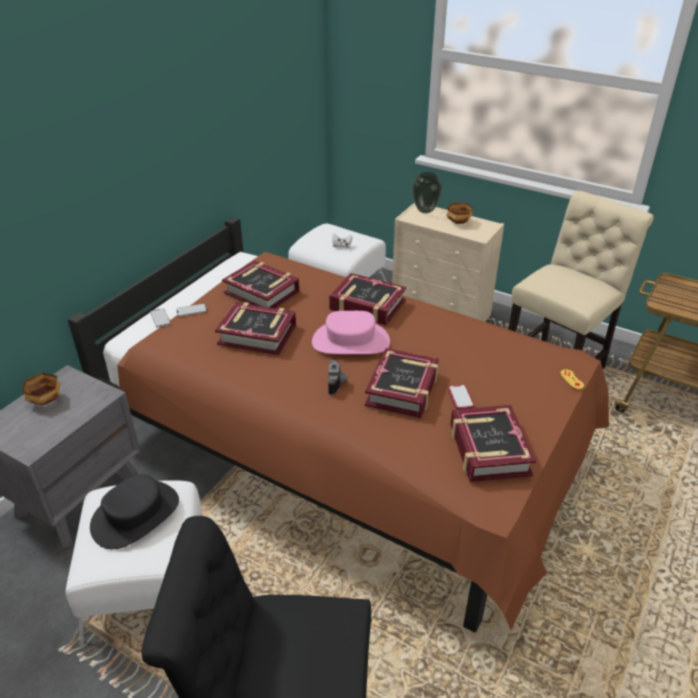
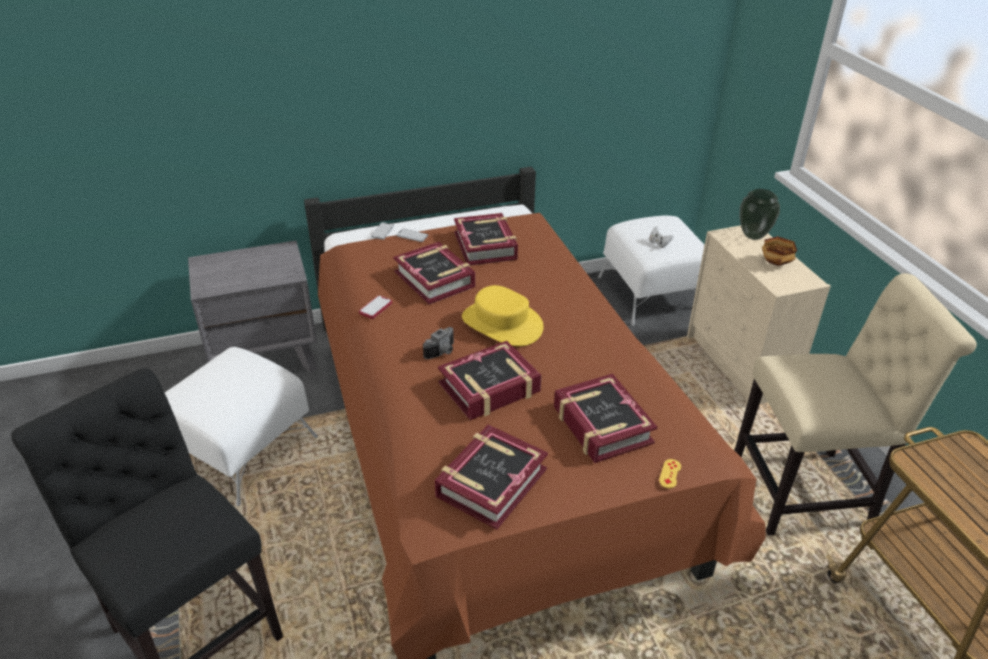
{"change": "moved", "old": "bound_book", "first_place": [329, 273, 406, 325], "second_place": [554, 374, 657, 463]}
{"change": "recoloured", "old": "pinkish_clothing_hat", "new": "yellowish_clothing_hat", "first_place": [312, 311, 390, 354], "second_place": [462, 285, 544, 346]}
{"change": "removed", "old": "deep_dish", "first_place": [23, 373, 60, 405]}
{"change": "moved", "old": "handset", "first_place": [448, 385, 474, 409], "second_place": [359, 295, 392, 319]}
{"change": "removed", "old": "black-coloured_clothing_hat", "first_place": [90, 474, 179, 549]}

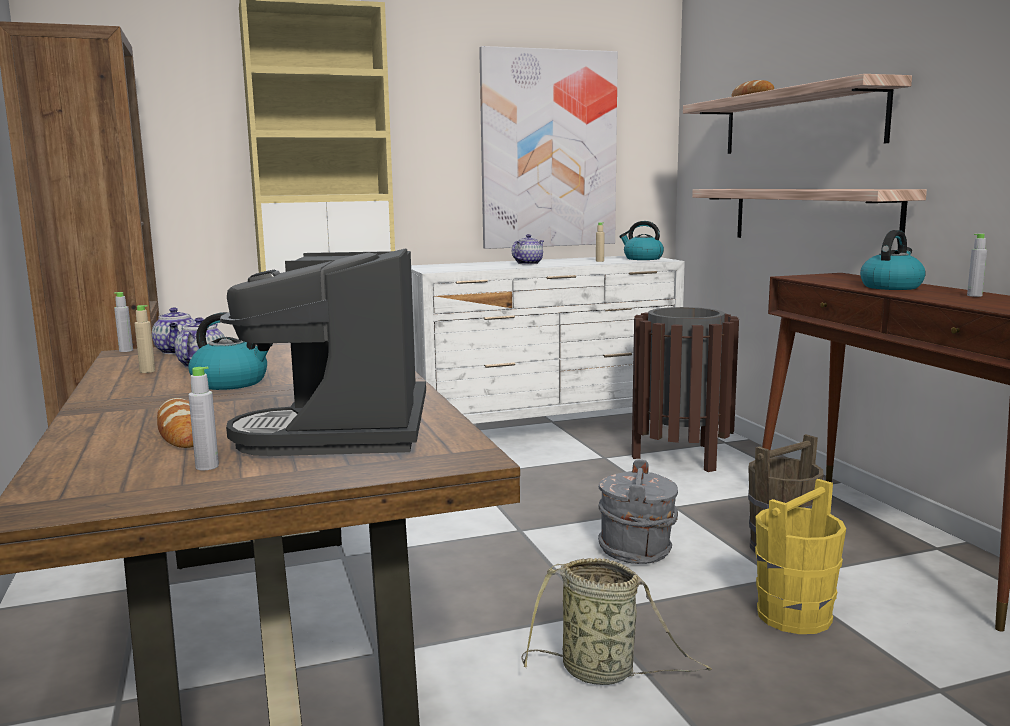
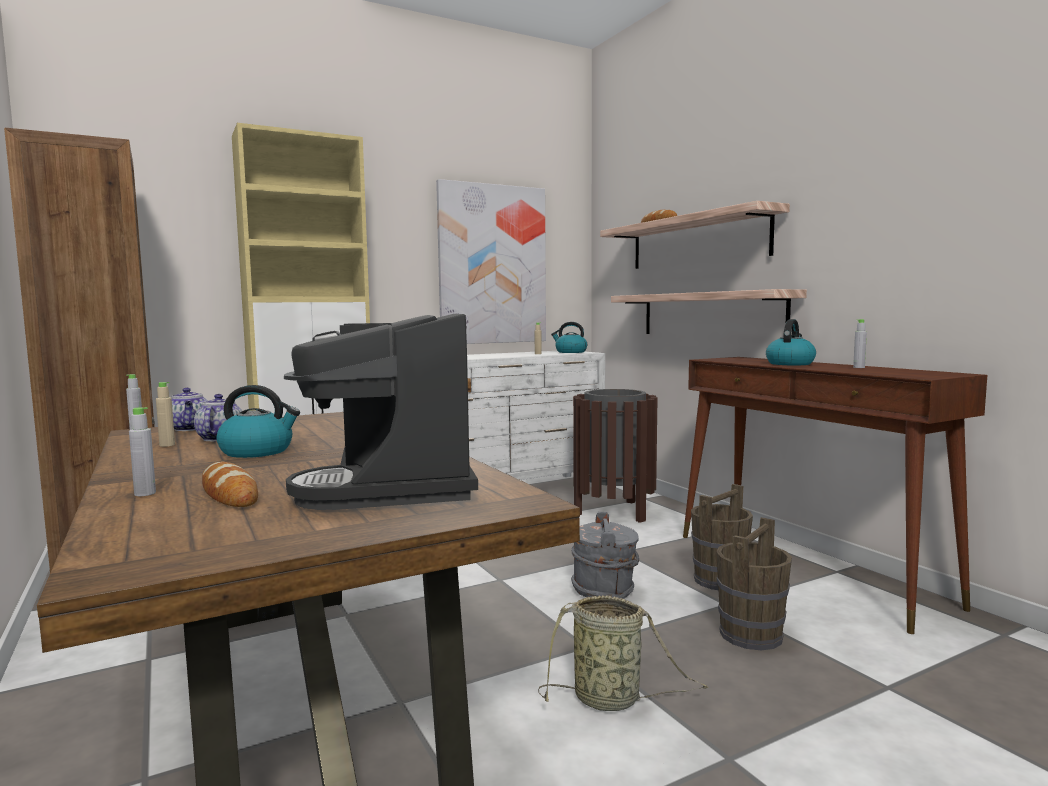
{"change": "removed", "old": "tea_pot", "first_place": [512, 234, 544, 265]}
{"change": "moved", "old": "gray_bottle", "first_place": [189, 367, 219, 470], "second_place": [129, 407, 156, 496]}
{"change": "recoloured", "old": "yellowish_pail", "new": "brownish_pail", "first_place": [755, 479, 846, 634], "second_place": [716, 517, 792, 650]}

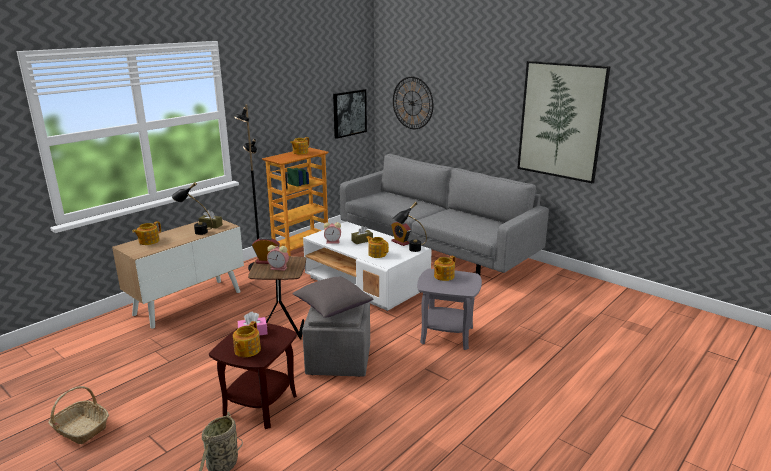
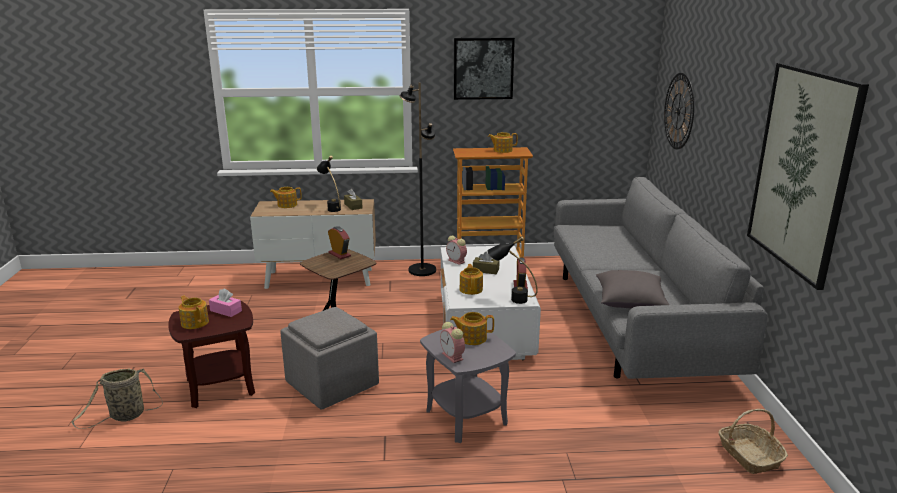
{"change": "moved", "old": "wall_art", "first_place": [333, 89, 367, 139], "second_place": [454, 38, 515, 100]}
{"change": "moved", "old": "bedside_clock", "first_place": [267, 245, 289, 271], "second_place": [440, 322, 465, 363]}
{"change": "moved", "old": "gray_pillow", "first_place": [292, 276, 374, 318], "second_place": [596, 270, 669, 308]}
{"change": "turned", "old": "tea_pot", "first_place": [233, 321, 261, 357], "second_place": [179, 295, 209, 329], "degrees": 75}
{"change": "moved", "old": "household_basket", "first_place": [48, 386, 109, 444], "second_place": [718, 409, 788, 474]}

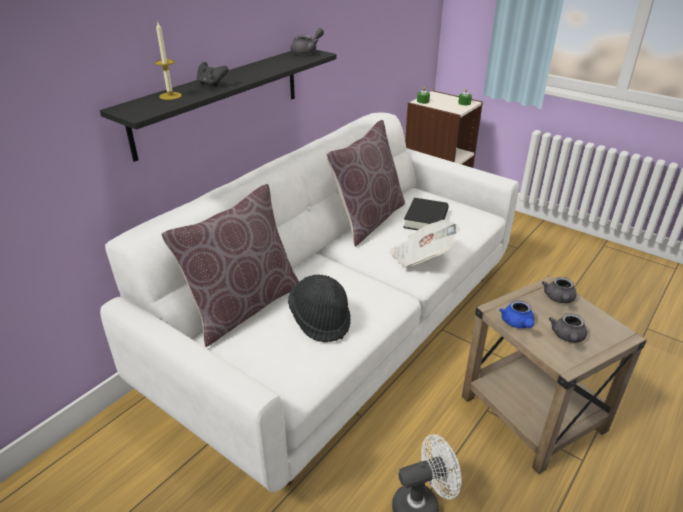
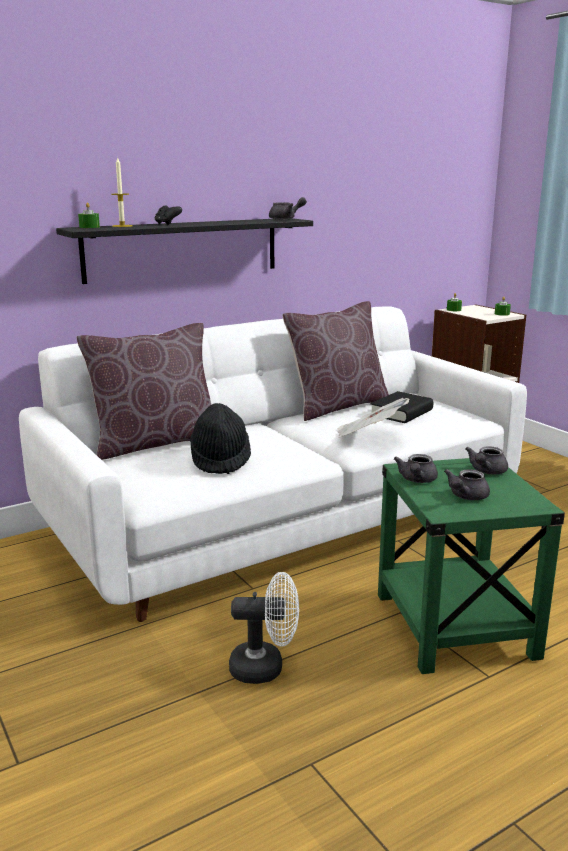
{"change": "recoloured", "old": "beige-coloured_accent_table", "new": "greenish_accent_table", "first_place": [462, 276, 647, 474], "second_place": [378, 458, 565, 674]}
{"change": "recoloured", "old": "bluish_tea_pot", "new": "gray_tea_pot", "first_place": [499, 300, 534, 328], "second_place": [394, 454, 438, 483]}
{"change": "added", "new": "greenish_wax_candle", "second_place": [78, 202, 100, 228]}

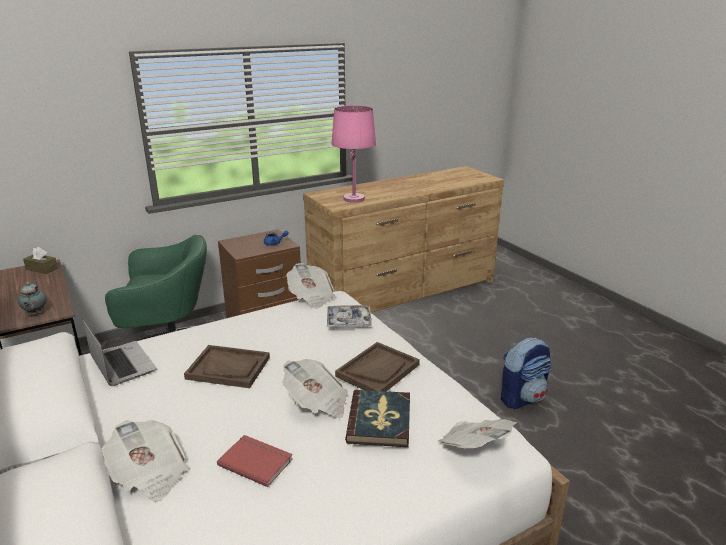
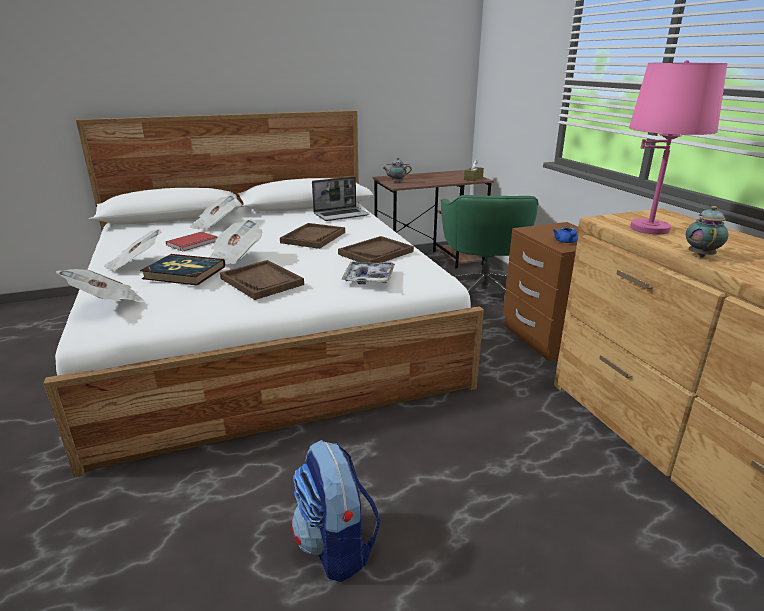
{"change": "moved", "old": "daily_paper", "first_place": [286, 263, 335, 309], "second_place": [104, 229, 162, 272]}
{"change": "added", "new": "tea_pot", "second_place": [686, 206, 729, 258]}
{"change": "added", "new": "brownish_tray", "second_place": [338, 236, 414, 263]}

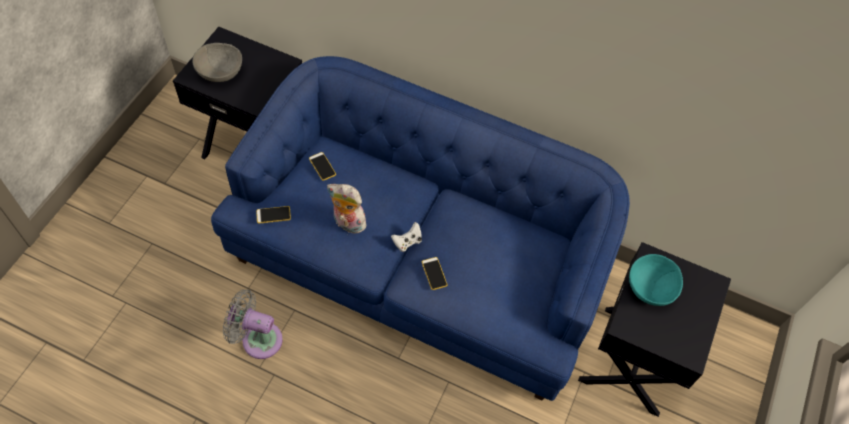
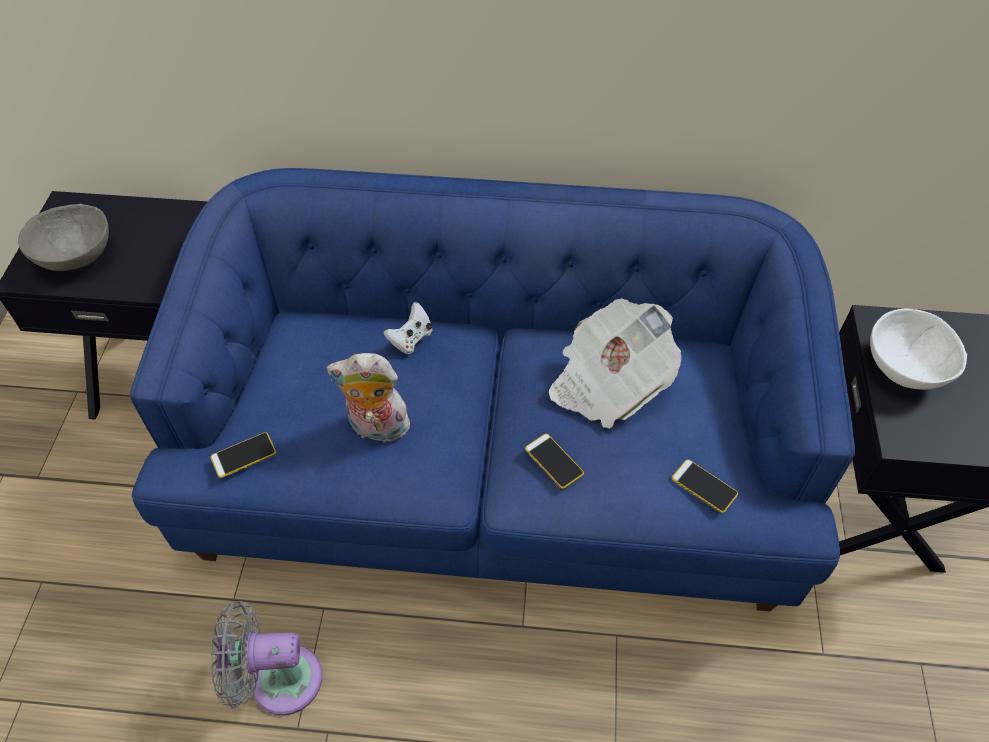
{"change": "moved", "old": "handset", "first_place": [309, 152, 336, 181], "second_place": [672, 459, 738, 513]}
{"change": "moved", "old": "whitish_game_controller", "first_place": [391, 222, 422, 252], "second_place": [384, 302, 432, 354]}
{"change": "recoloured", "old": "turquoise-coloured_deep_dish", "new": "whitish_deep_dish", "first_place": [629, 254, 683, 306], "second_place": [870, 309, 967, 390]}
{"change": "added", "new": "daily_paper", "second_place": [549, 298, 681, 429]}

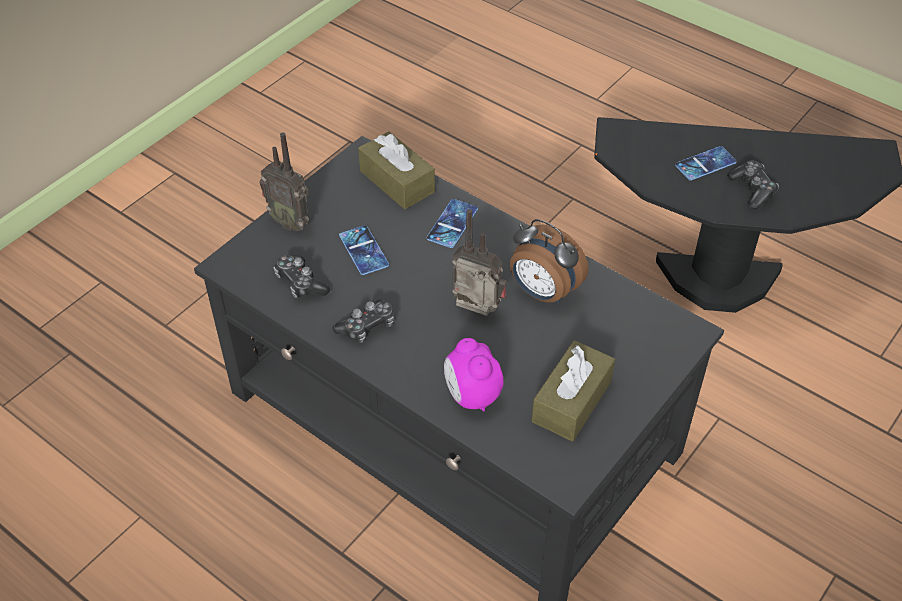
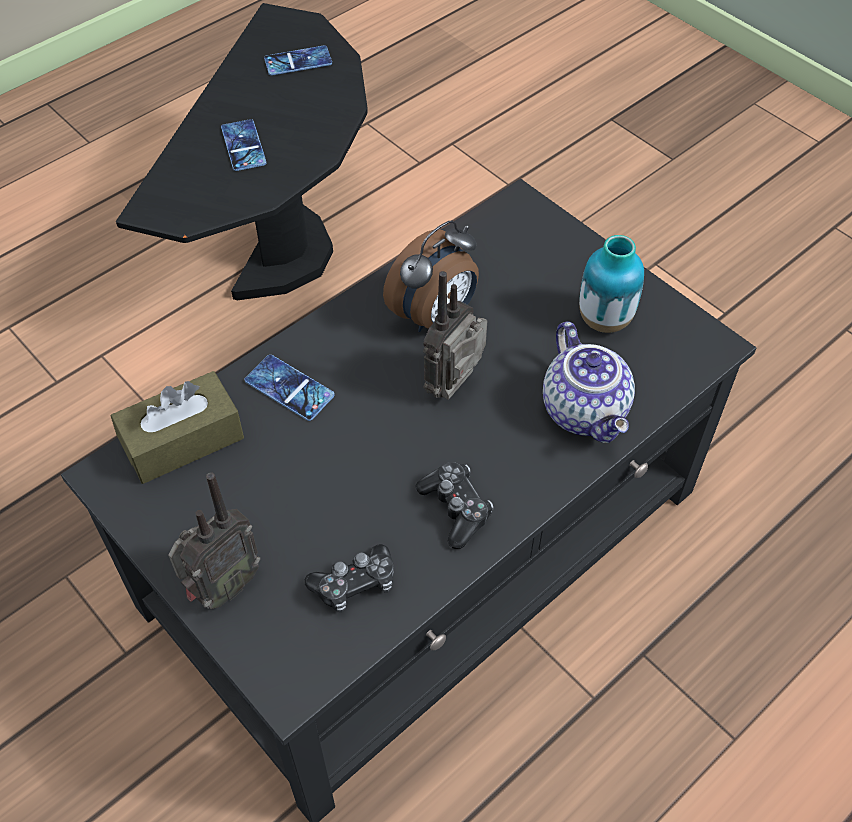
{"change": "removed", "old": "game_controller", "first_place": [727, 161, 779, 209]}
{"change": "moved", "old": "handset", "first_place": [339, 225, 389, 275], "second_place": [264, 45, 332, 76]}
{"change": "replaced", "old": "bedside_clock", "new": "tea_pot", "first_place": [444, 338, 504, 412], "second_place": [543, 322, 635, 443]}
{"change": "replaced", "old": "brownish_box_of_tissues", "new": "decorative_vase", "first_place": [532, 340, 615, 441], "second_place": [579, 235, 644, 333]}

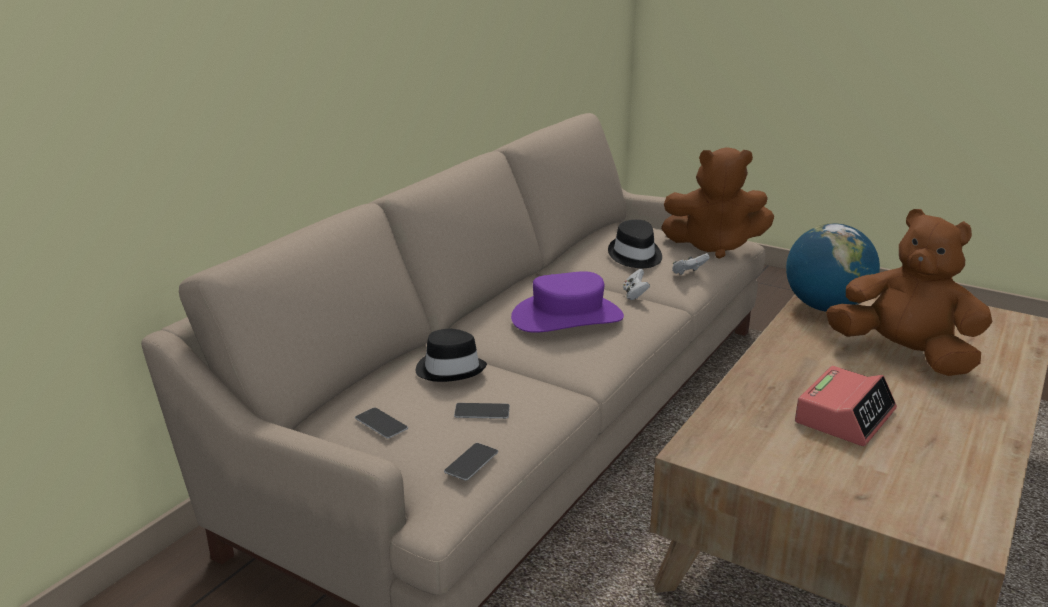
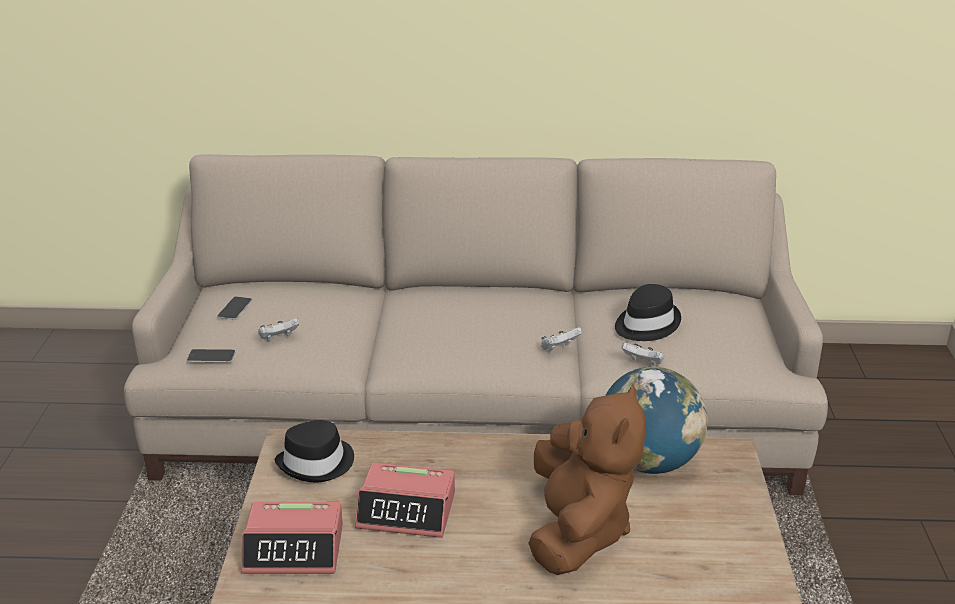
{"change": "removed", "old": "brownish_soft_toy", "first_place": [661, 147, 774, 259]}
{"change": "removed", "old": "purple-coloured_clothing_hat", "first_place": [511, 271, 624, 333]}
{"change": "moved", "old": "black-coloured_clothing_hat", "first_place": [416, 329, 487, 382], "second_place": [275, 420, 354, 482]}
{"change": "replaced", "old": "handset", "new": "whitish_game_controller", "first_place": [454, 403, 510, 419], "second_place": [258, 318, 299, 341]}
{"change": "added", "new": "bedside_clock", "second_place": [241, 502, 343, 574]}

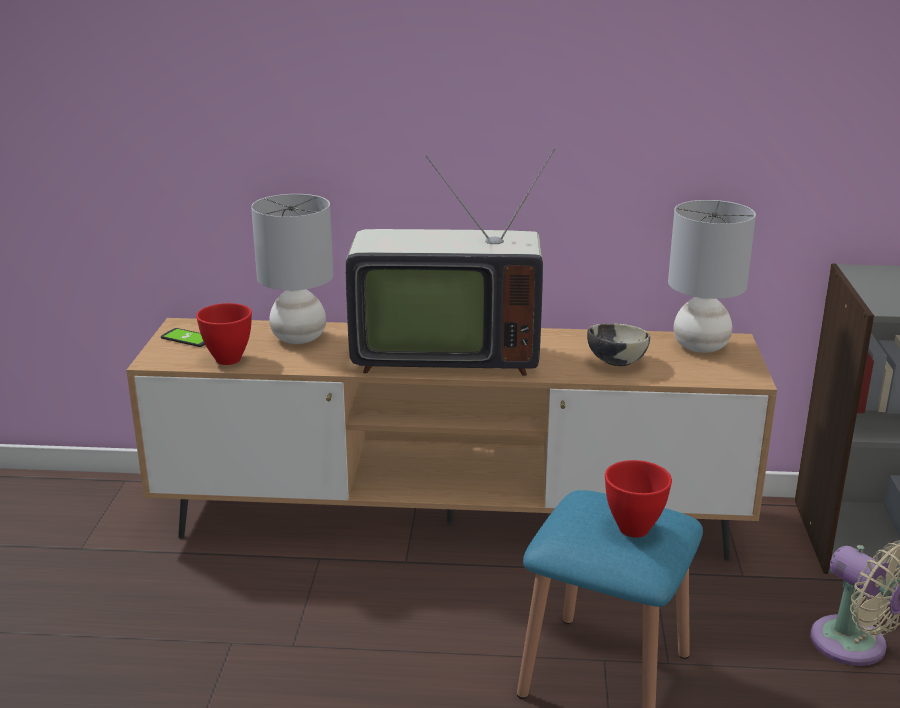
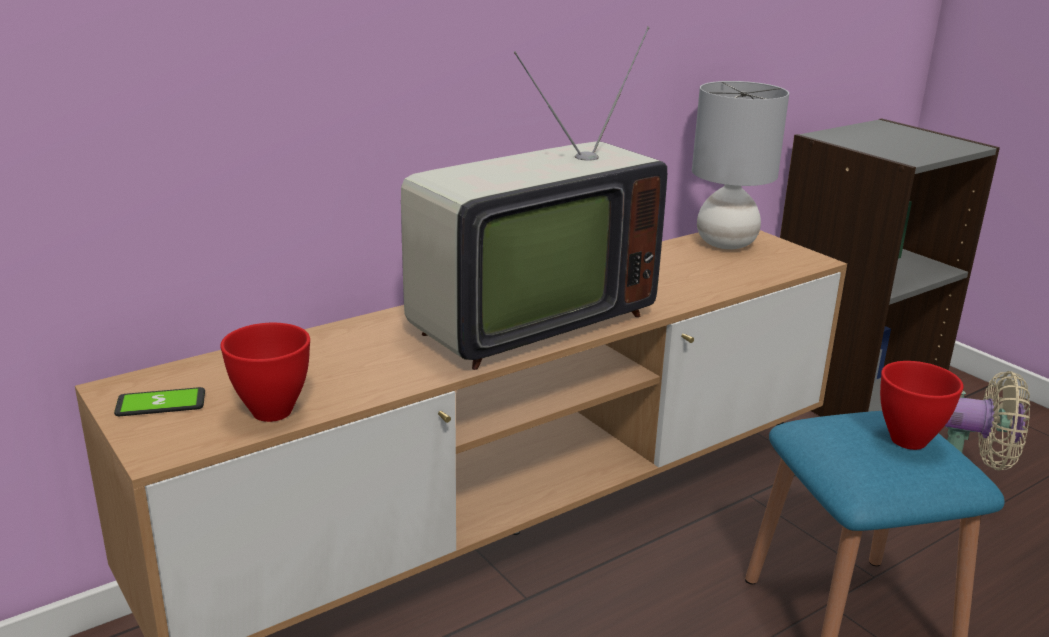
{"change": "removed", "old": "gray_table_lamp", "first_place": [251, 194, 333, 344]}
{"change": "removed", "old": "deep_dish", "first_place": [587, 323, 650, 366]}

